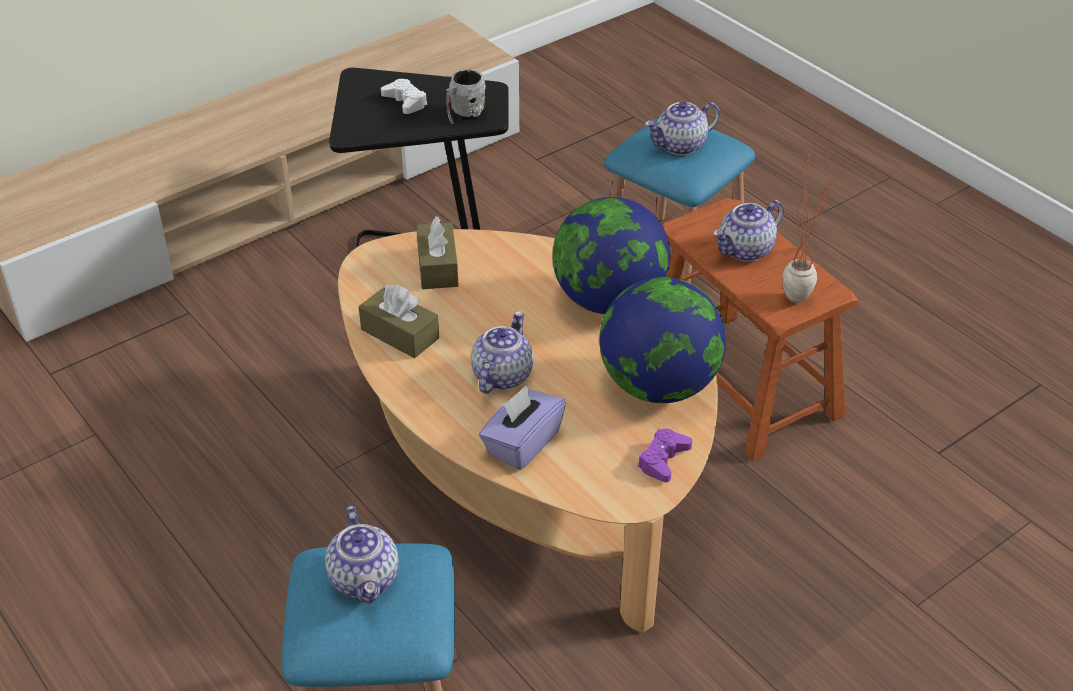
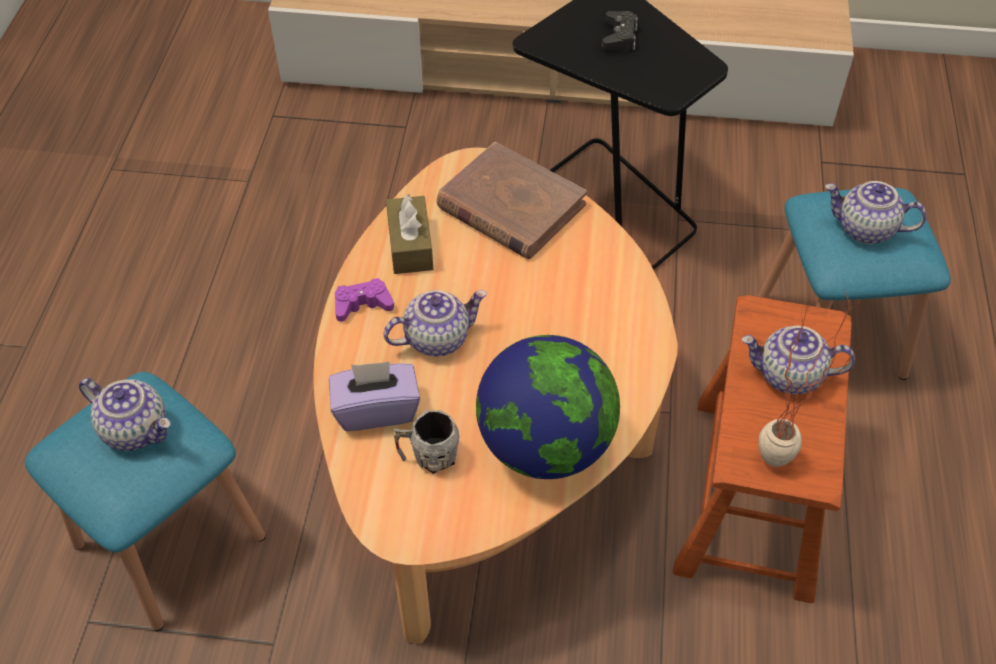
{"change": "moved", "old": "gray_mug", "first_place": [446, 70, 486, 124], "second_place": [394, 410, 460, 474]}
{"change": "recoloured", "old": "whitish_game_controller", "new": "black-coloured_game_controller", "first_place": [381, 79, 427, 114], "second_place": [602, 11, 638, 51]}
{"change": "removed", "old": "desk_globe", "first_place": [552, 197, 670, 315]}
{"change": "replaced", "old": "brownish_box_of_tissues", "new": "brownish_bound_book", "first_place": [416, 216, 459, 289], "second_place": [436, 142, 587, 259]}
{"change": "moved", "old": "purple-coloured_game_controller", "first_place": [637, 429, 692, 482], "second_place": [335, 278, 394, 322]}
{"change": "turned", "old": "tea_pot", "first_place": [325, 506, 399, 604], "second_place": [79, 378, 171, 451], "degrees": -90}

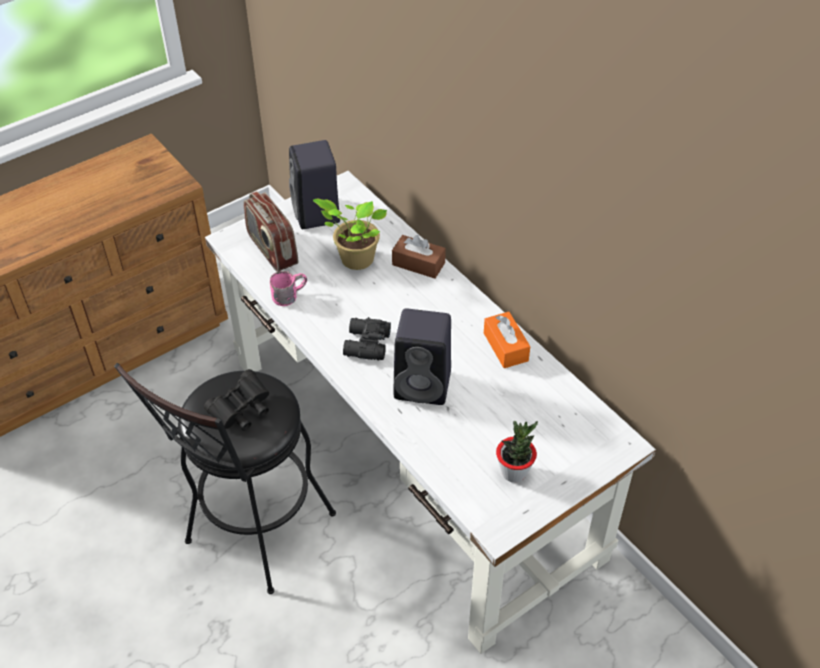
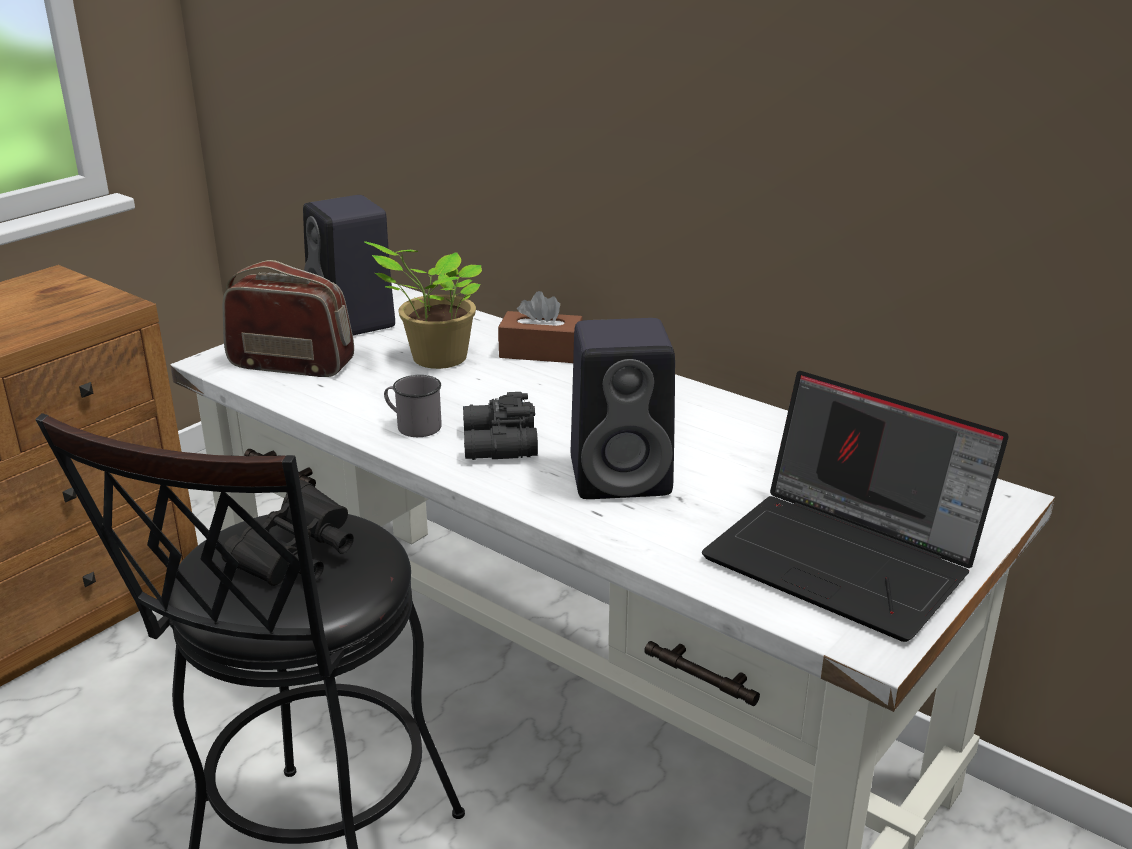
{"change": "turned", "old": "radio", "first_place": [243, 191, 298, 272], "second_place": [223, 260, 354, 377], "degrees": 150}
{"change": "removed", "old": "pinkish_mug", "first_place": [270, 271, 307, 306]}
{"change": "removed", "old": "orange_box_of_tissues", "first_place": [484, 312, 530, 368]}
{"change": "replaced", "old": "houseplant", "new": "notebook_computer", "first_place": [496, 421, 538, 483], "second_place": [702, 371, 1009, 642]}
{"change": "added", "new": "gray_mug", "second_place": [384, 375, 442, 437]}

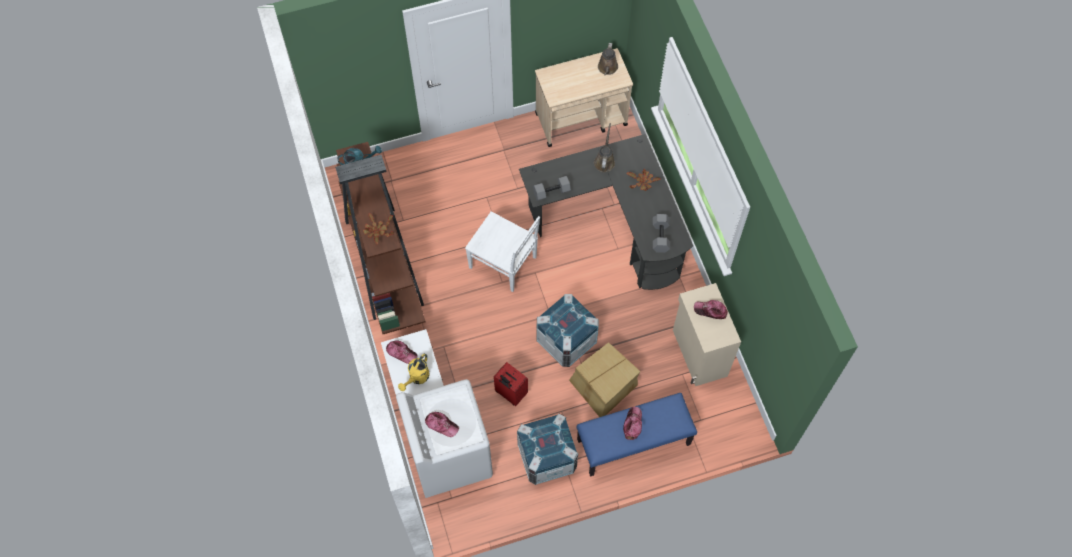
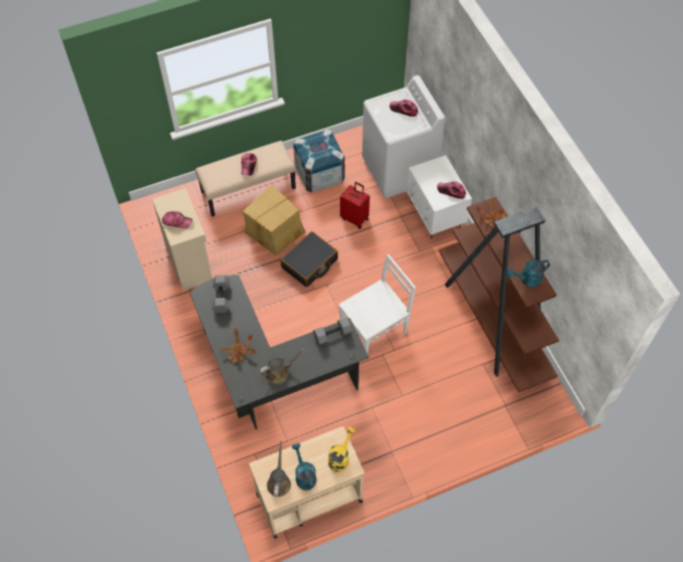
{"change": "turned", "old": "brownish_watering_pot", "first_place": [594, 123, 615, 172], "second_place": [259, 348, 305, 384], "degrees": -120}
{"change": "turned", "old": "whitish_upright_chair", "first_place": [465, 211, 540, 292], "second_place": [339, 254, 416, 354], "degrees": 120}
{"change": "replaced", "old": "shipping_crate", "new": "black-coloured_travel_case", "first_place": [536, 294, 599, 367], "second_place": [280, 231, 338, 287]}
{"change": "moved", "old": "yellowish_watering_pot", "first_place": [398, 354, 430, 391], "second_place": [328, 427, 355, 472]}
{"change": "recoloured", "old": "bluish_bench", "new": "beige-coloured_bench", "first_place": [577, 393, 697, 476], "second_place": [195, 141, 296, 217]}
{"change": "added", "new": "turquoise-coloured_watering_pot", "second_place": [292, 443, 316, 490]}

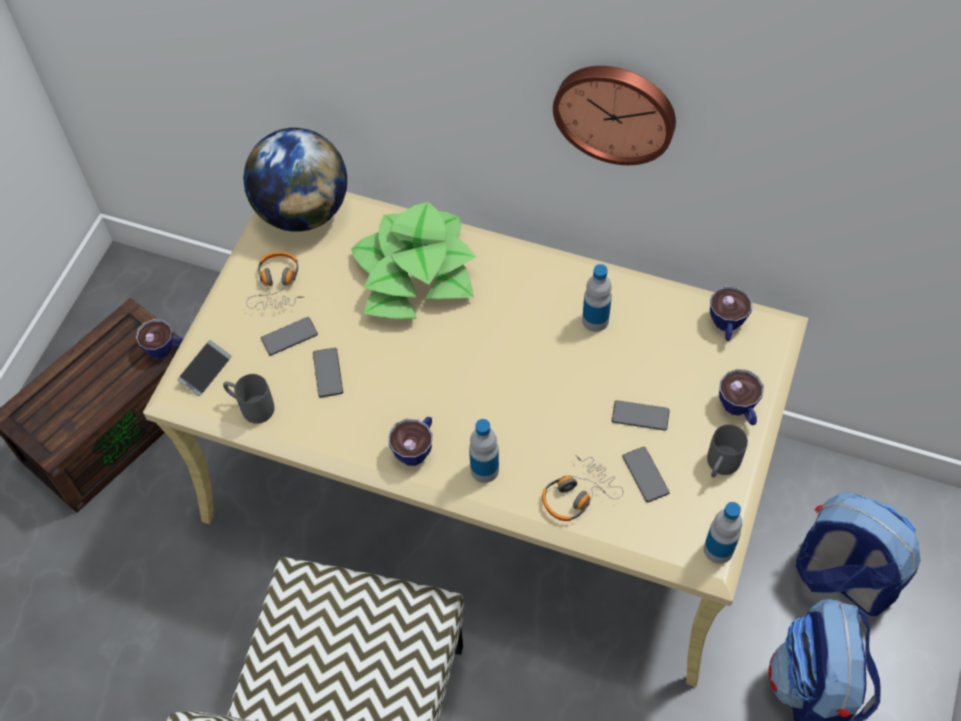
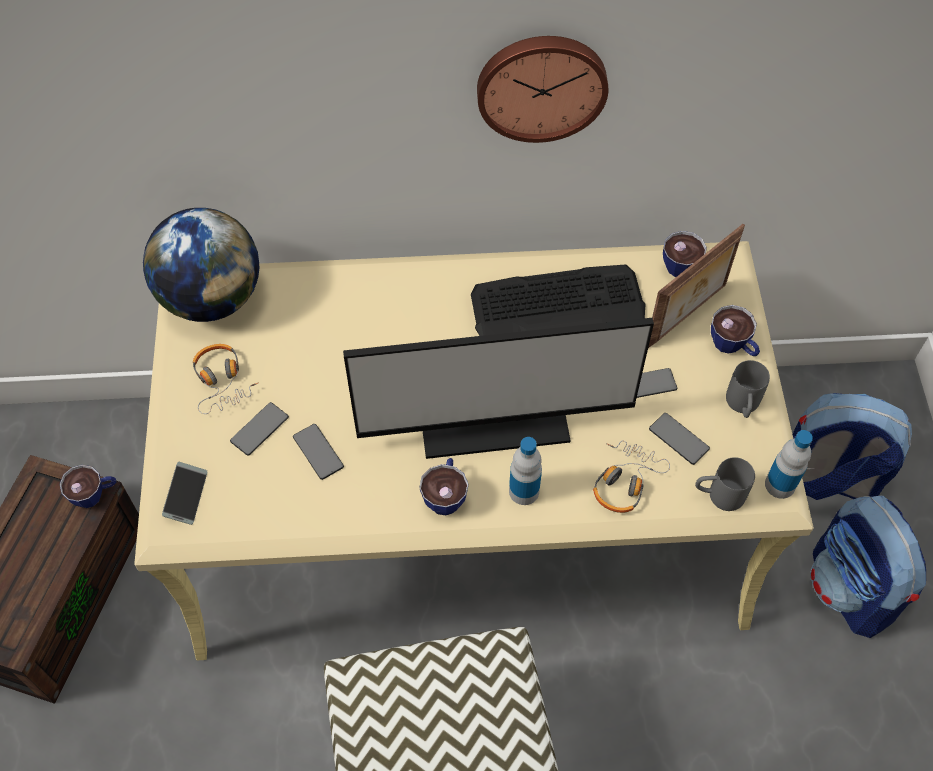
{"change": "removed", "old": "houseplant", "first_place": [351, 202, 476, 319]}
{"change": "replaced", "old": "bottle", "new": "PC_keyboard", "first_place": [582, 264, 612, 332], "second_place": [471, 264, 645, 336]}
{"change": "moved", "old": "gray_mug", "first_place": [223, 374, 274, 424], "second_place": [695, 457, 755, 511]}
{"change": "added", "new": "picture_frame", "second_place": [648, 224, 745, 348]}
{"change": "added", "new": "computer_display", "second_place": [343, 318, 654, 459]}

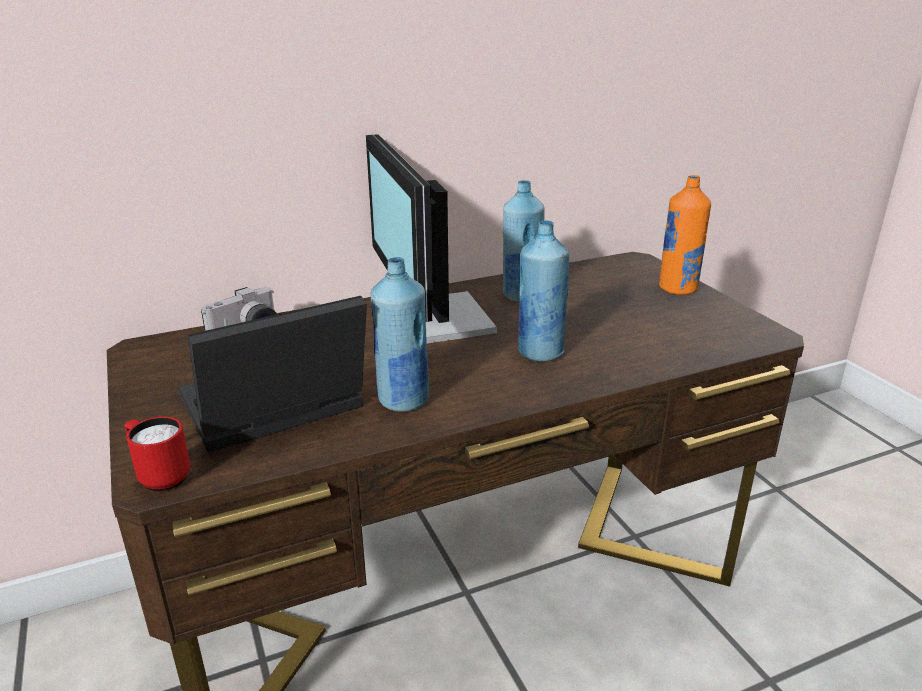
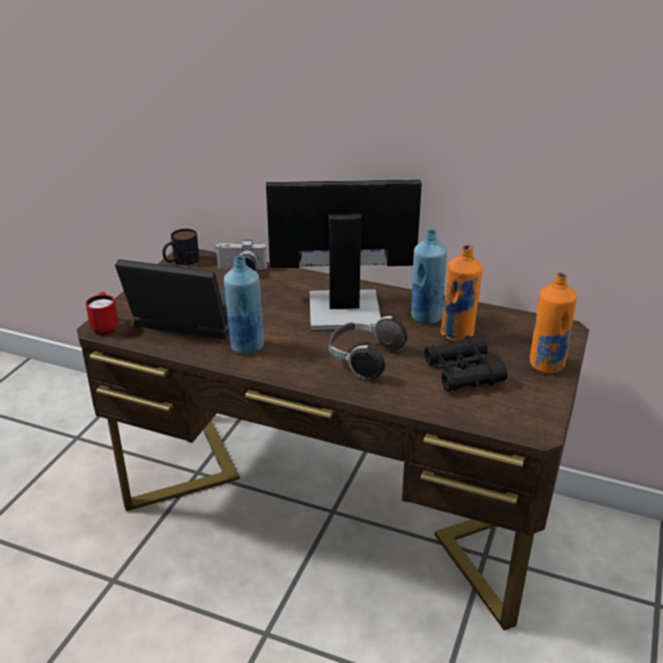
{"change": "turned", "old": "computer_display", "first_place": [366, 134, 497, 343], "second_place": [266, 180, 422, 330], "degrees": 60}
{"change": "replaced", "old": "bluish_bottle", "new": "headset", "first_place": [518, 220, 569, 362], "second_place": [329, 316, 407, 380]}
{"change": "added", "new": "mug", "second_place": [163, 229, 199, 265]}
{"change": "added", "new": "orange_bottle", "second_place": [441, 245, 483, 341]}
{"change": "added", "new": "black-coloured_pair_of_binoculars", "second_place": [424, 335, 508, 392]}

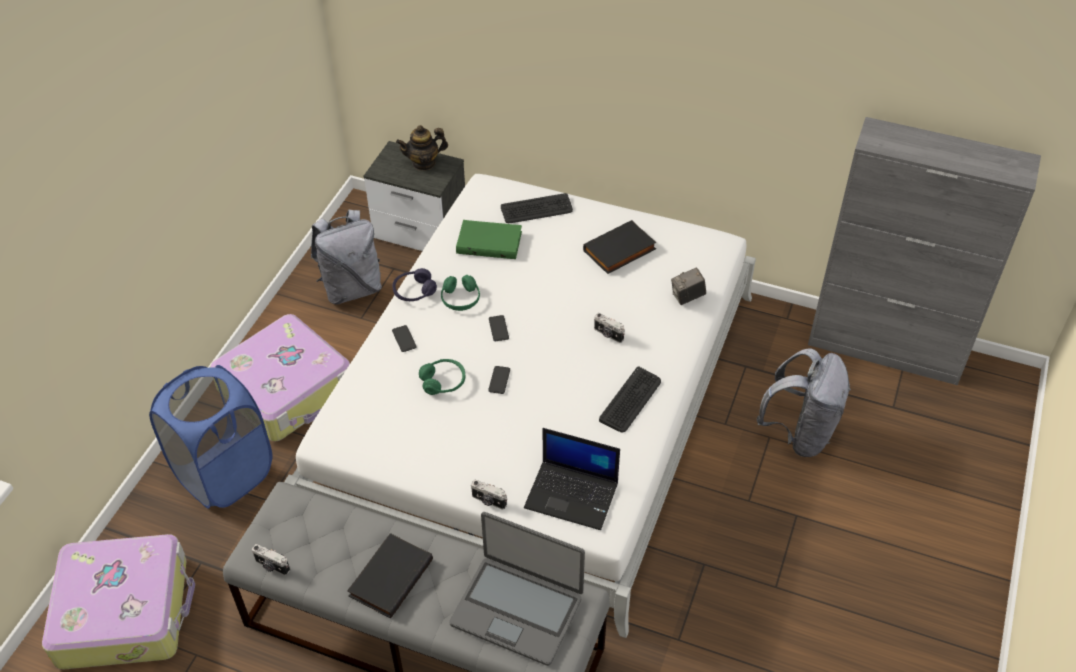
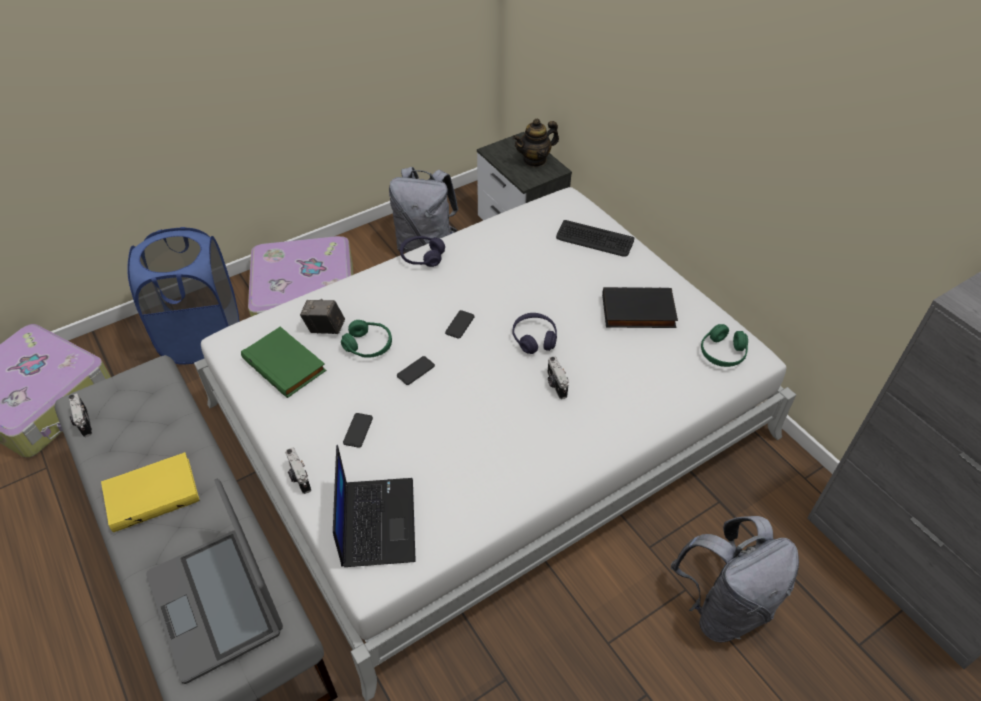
{"change": "turned", "old": "tea_pot", "first_place": [396, 125, 448, 171], "second_place": [513, 119, 559, 167], "degrees": -45}
{"change": "moved", "old": "greenish_bound_book", "first_place": [456, 220, 522, 259], "second_place": [241, 326, 326, 398]}
{"change": "moved", "old": "photo_camera", "first_place": [671, 267, 706, 305], "second_place": [300, 299, 345, 334]}
{"change": "moved", "old": "greenish_headset", "first_place": [441, 275, 480, 311], "second_place": [701, 324, 748, 367]}
{"change": "moved", "old": "handset", "first_place": [392, 325, 416, 352], "second_place": [343, 413, 373, 448]}
{"change": "removed", "old": "PC_keyboard", "first_place": [599, 366, 661, 433]}
{"change": "turned", "old": "notebook_computer", "first_place": [524, 428, 620, 530], "second_place": [333, 445, 416, 567], "degrees": -150}
{"change": "recoloured", "old": "black-coloured_bound_book", "new": "yellowish_bound_book", "first_place": [347, 533, 433, 619], "second_place": [101, 452, 200, 532]}
{"change": "added", "new": "purple-coloured_headset", "second_place": [513, 313, 557, 354]}

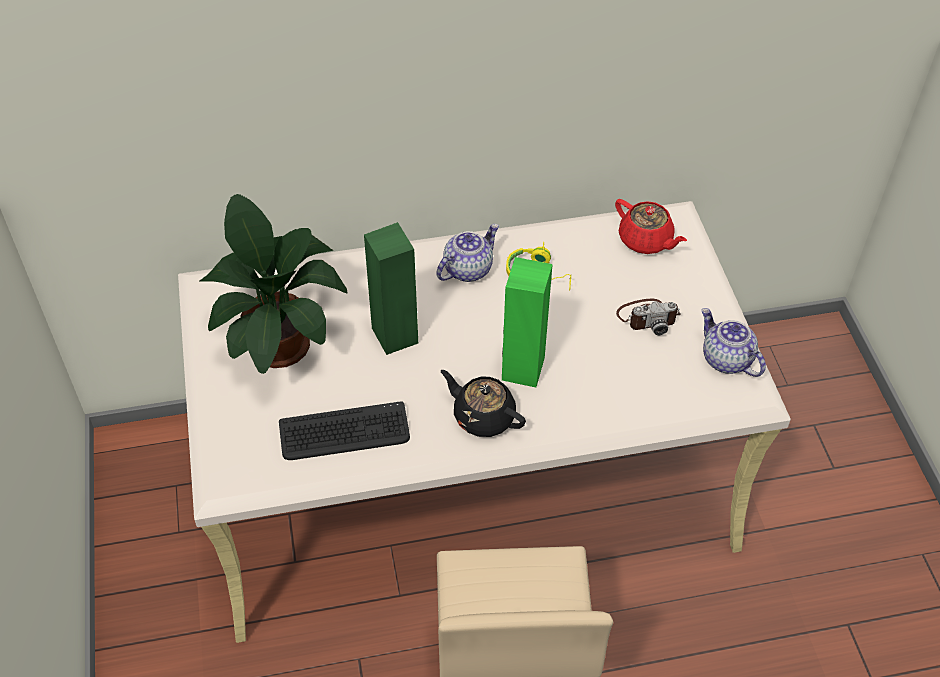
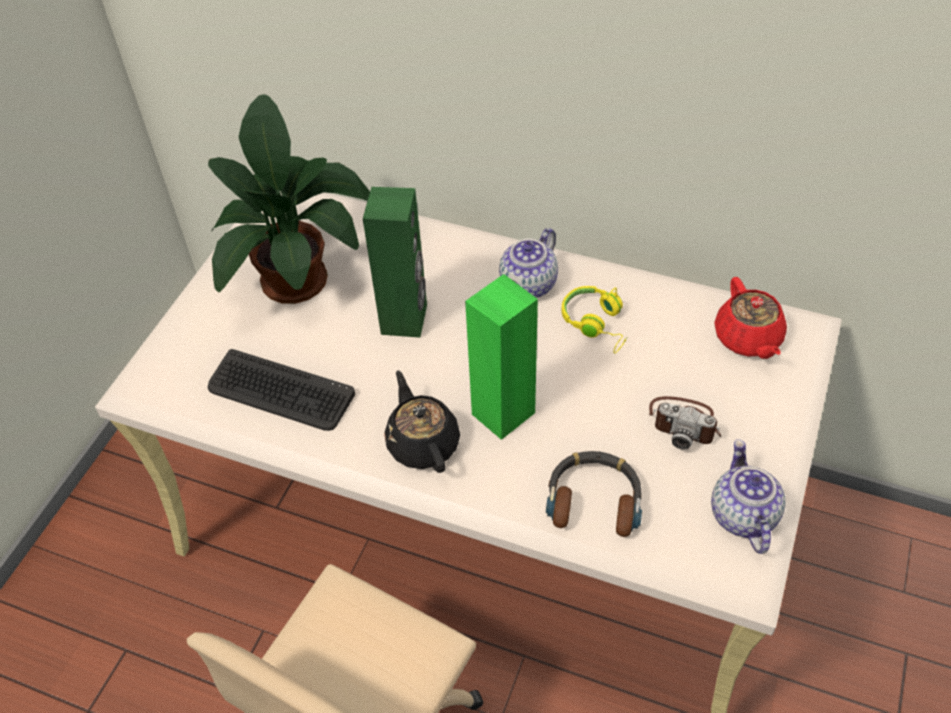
{"change": "turned", "old": "tea_pot", "first_place": [437, 224, 499, 282], "second_place": [499, 228, 558, 298], "degrees": 135}
{"change": "added", "new": "headset", "second_place": [546, 451, 642, 537]}

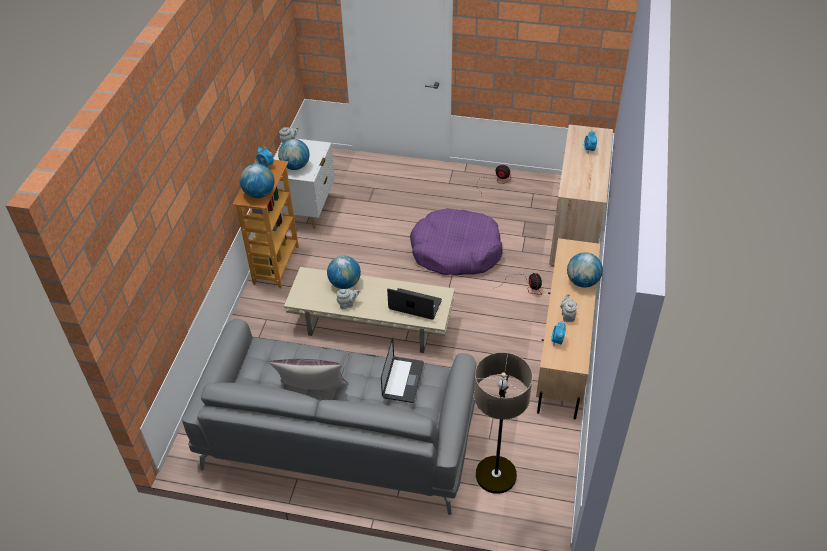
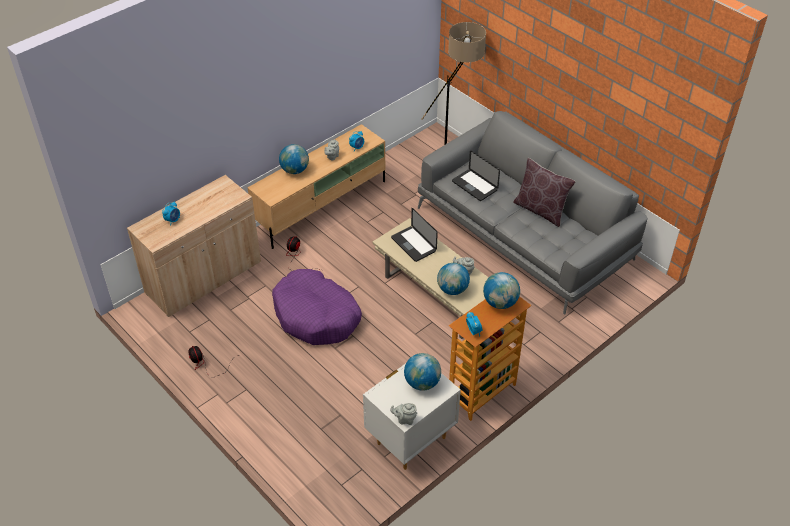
{"change": "turned", "old": "notebook_computer", "first_place": [381, 337, 424, 403], "second_place": [452, 150, 500, 201], "degrees": -90}

